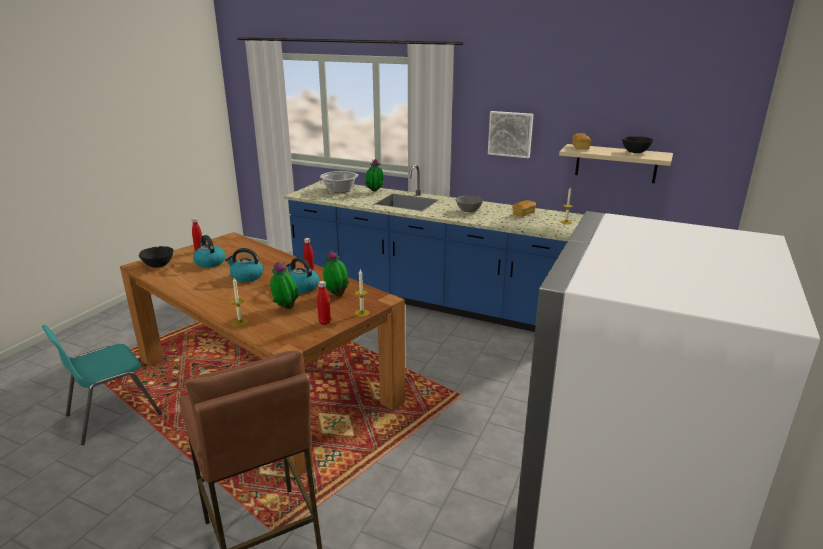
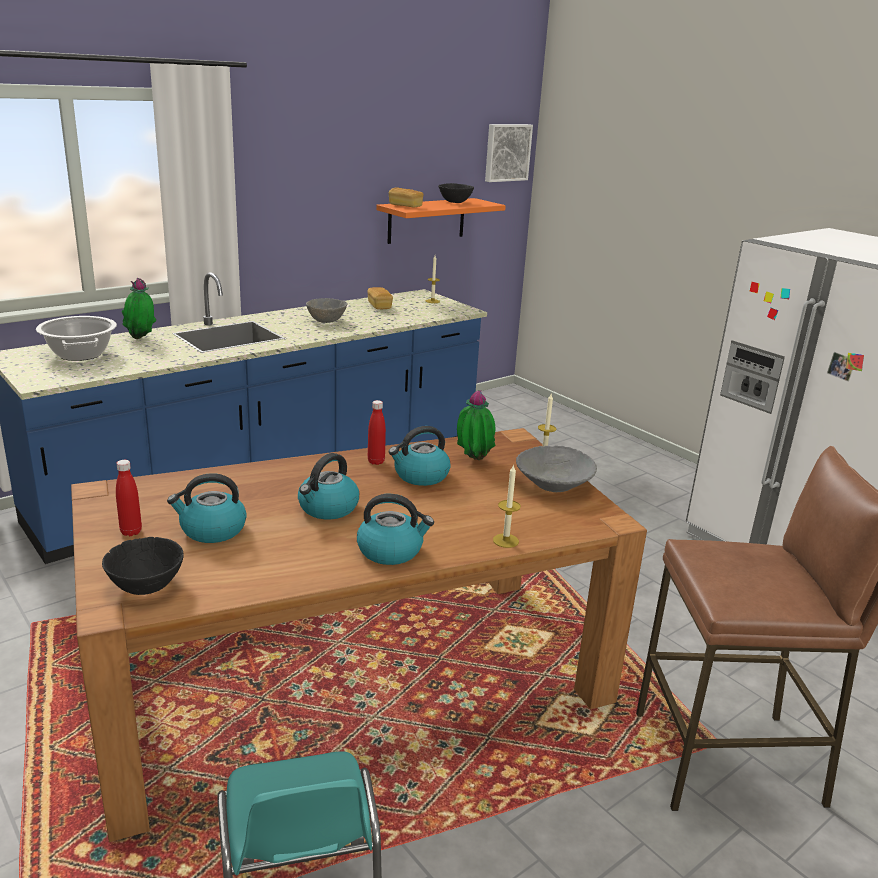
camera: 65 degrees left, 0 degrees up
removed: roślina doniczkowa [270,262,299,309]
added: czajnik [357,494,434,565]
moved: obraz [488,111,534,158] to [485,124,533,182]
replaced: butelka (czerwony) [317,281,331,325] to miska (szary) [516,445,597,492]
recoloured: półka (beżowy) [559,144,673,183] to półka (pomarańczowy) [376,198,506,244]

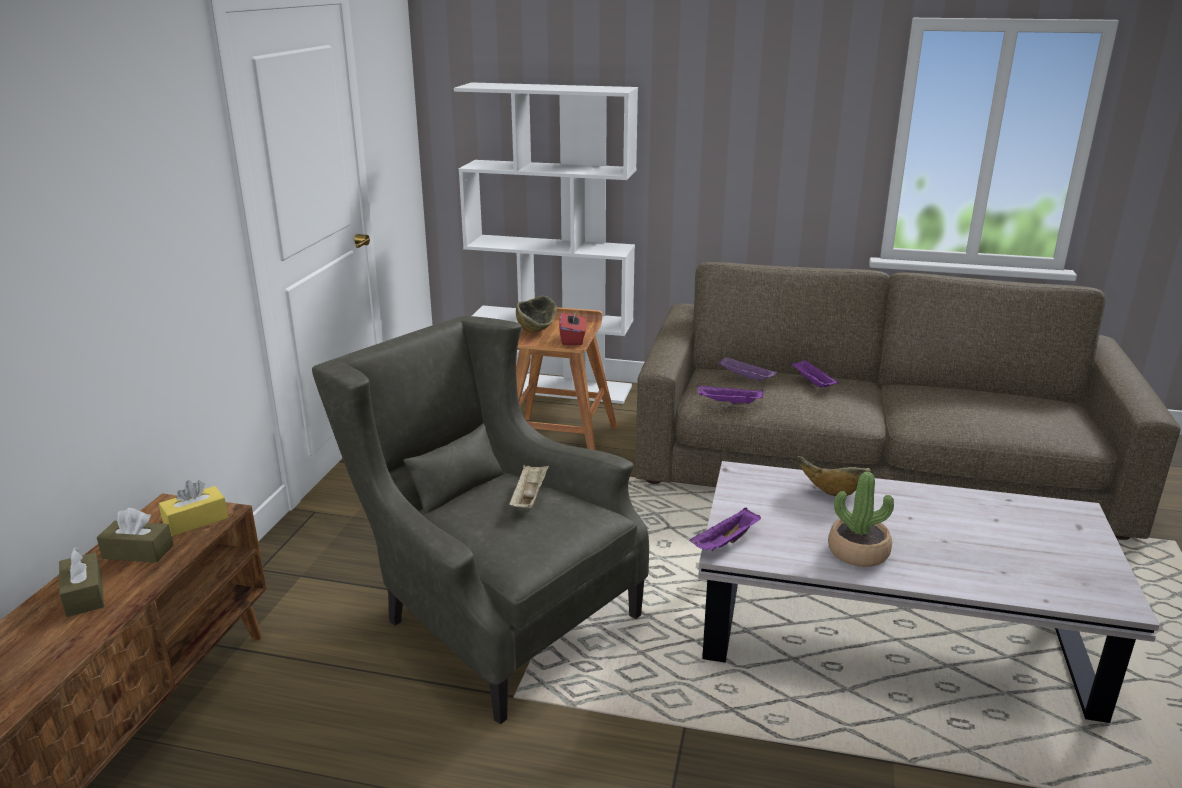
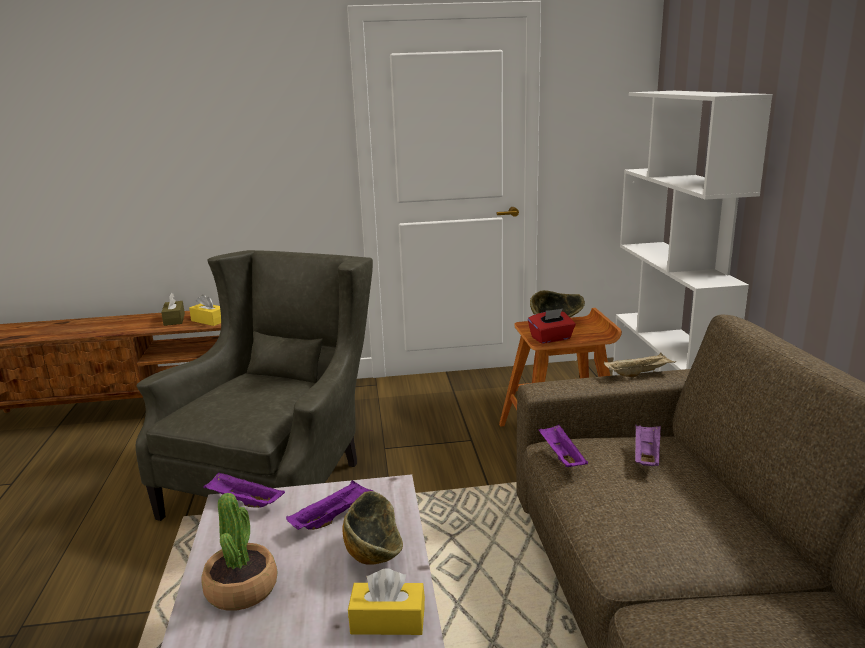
camera: 70 degrees right, 5 degrees down
removed: pudełko chusteczek (brązowy) [59,548,104,617]
added: pudełko chusteczek (żółty) [348,569,425,635]
moved: taca (beżowy) [509,465,549,508] to [604,353,676,377]; taca (fioletowy) [790,360,839,388] to [286,480,373,530]

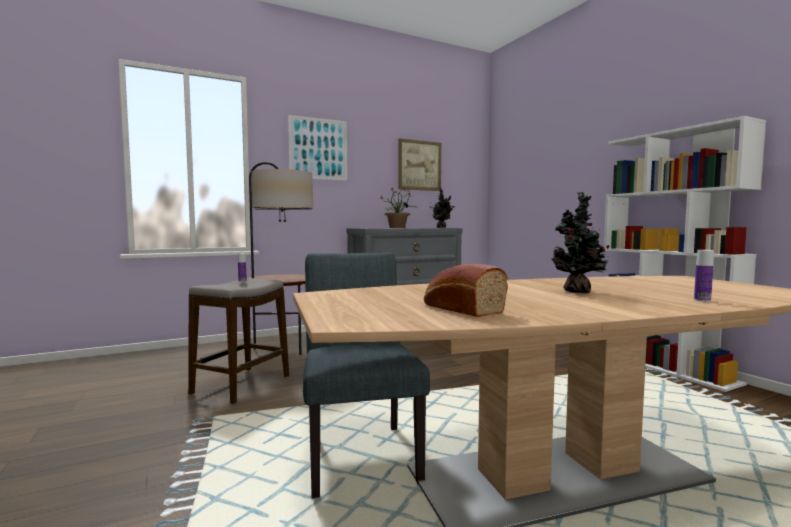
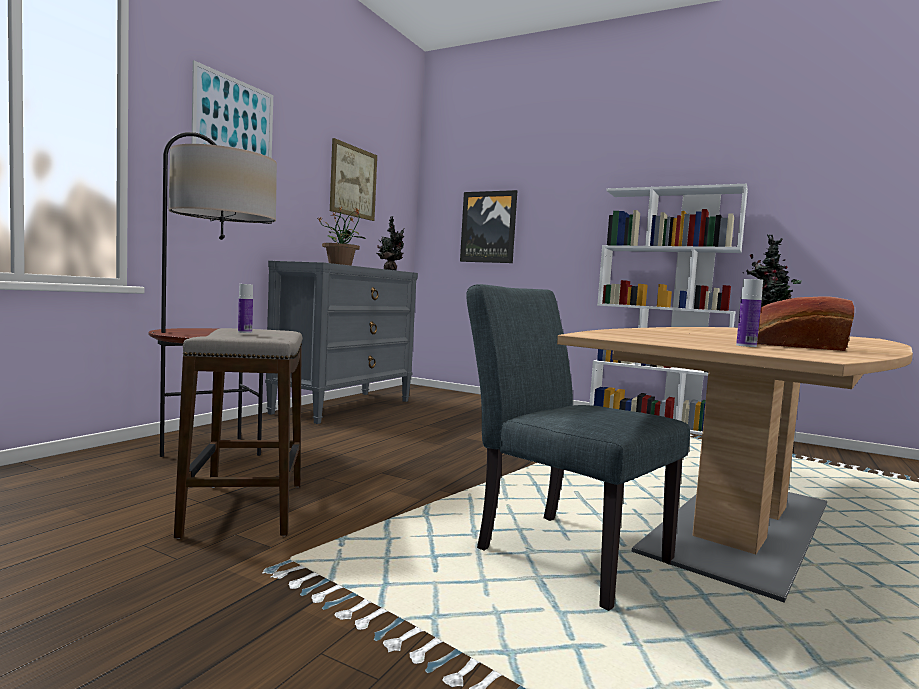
camera: 35 degrees left, 0 degrees up
added: obraz [460,190,517,263]
moved: butelka [694,250,714,302] to [736,279,763,347]

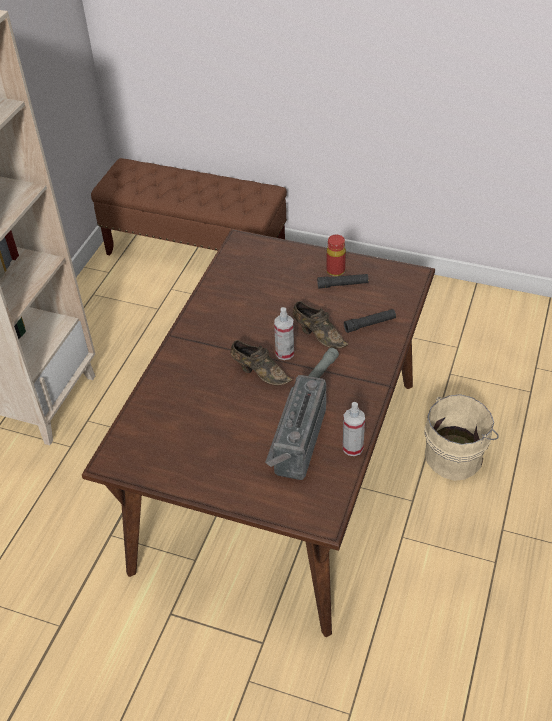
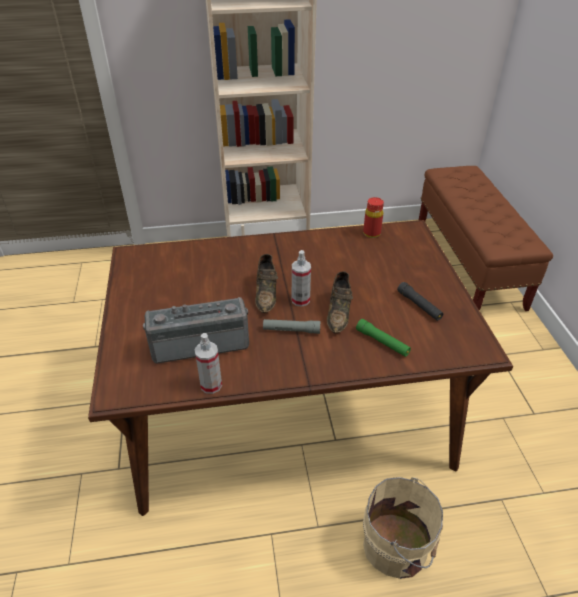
camera: 60 degrees right, 5 degrees down
moved: butelka (czerwony) [326,235,346,276] to [363,197,384,238]
recoloured: latarka (czarny) [344,309,396,333] to latarka (zielony) [356,319,411,357]

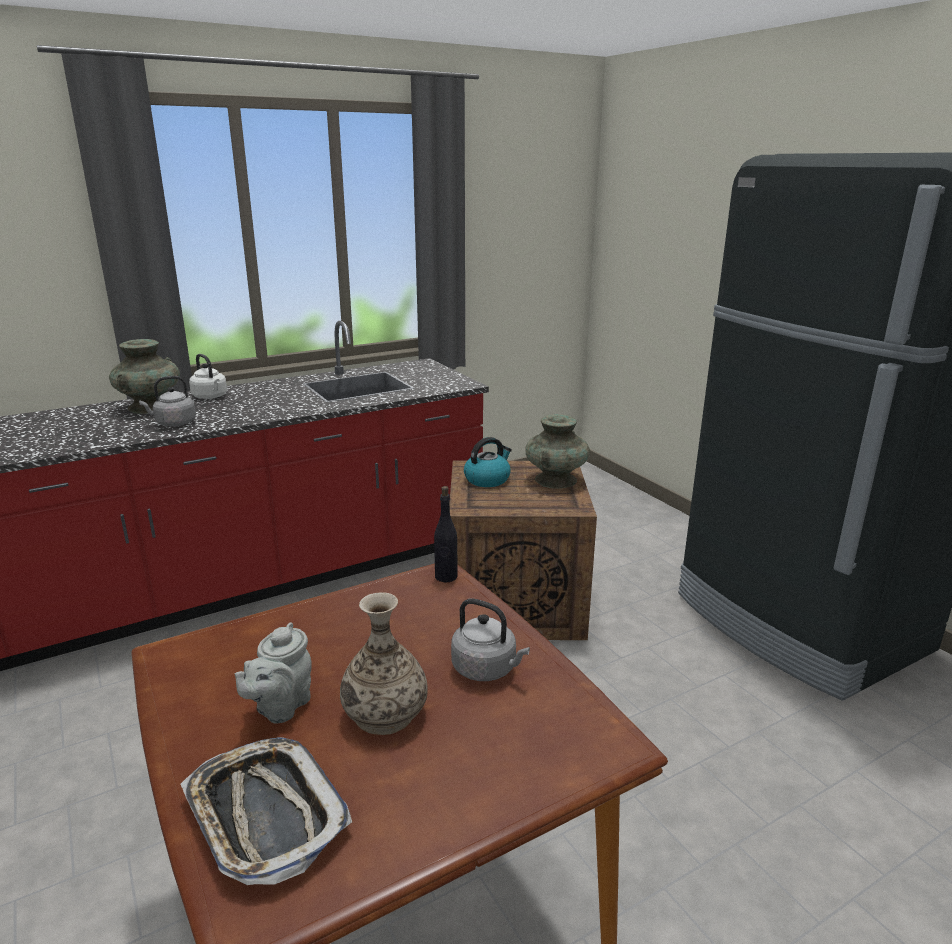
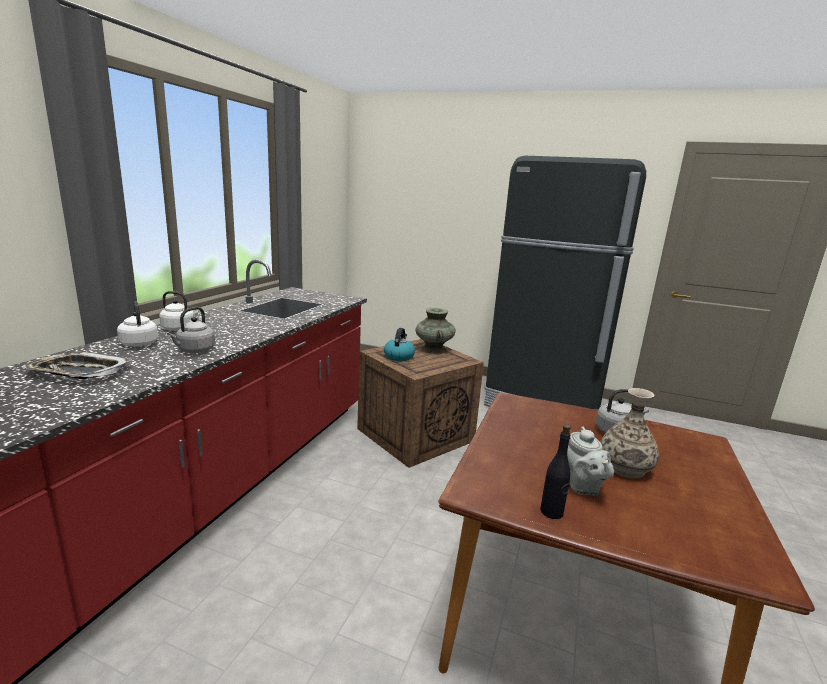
camera: 40 degrees left, 5 degrees down
moved: taca [180,737,352,885] to [22,351,131,379]; butelka (czarny) [434,486,458,582] to [540,424,571,519]
replaced: wazon (turkusowy) [109,339,180,414] to czajnik (biały) [117,301,158,347]

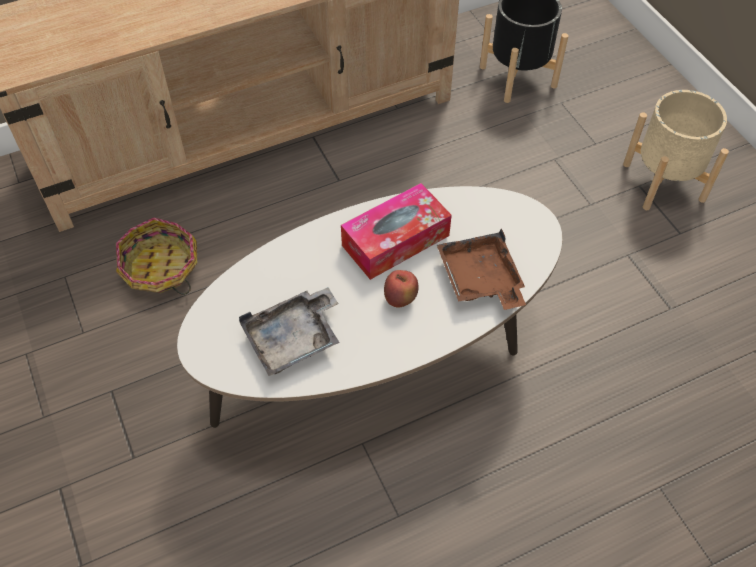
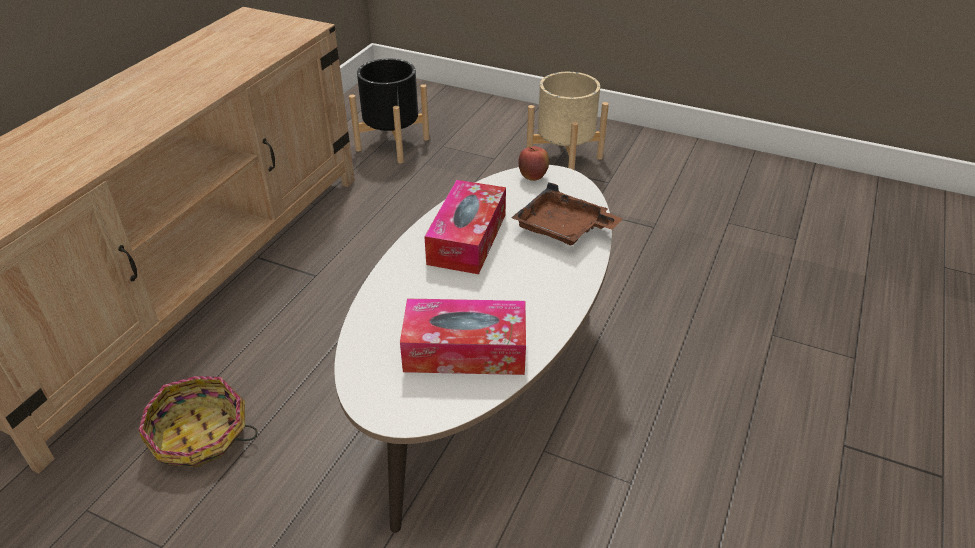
camera: 40 degrees left, 15 degrees down
moved: jabłko [384,270,419,307] to [519,146,549,181]
replaced: taca (szary) [239,287,339,376] to pudełko chusteczek [400,299,526,375]

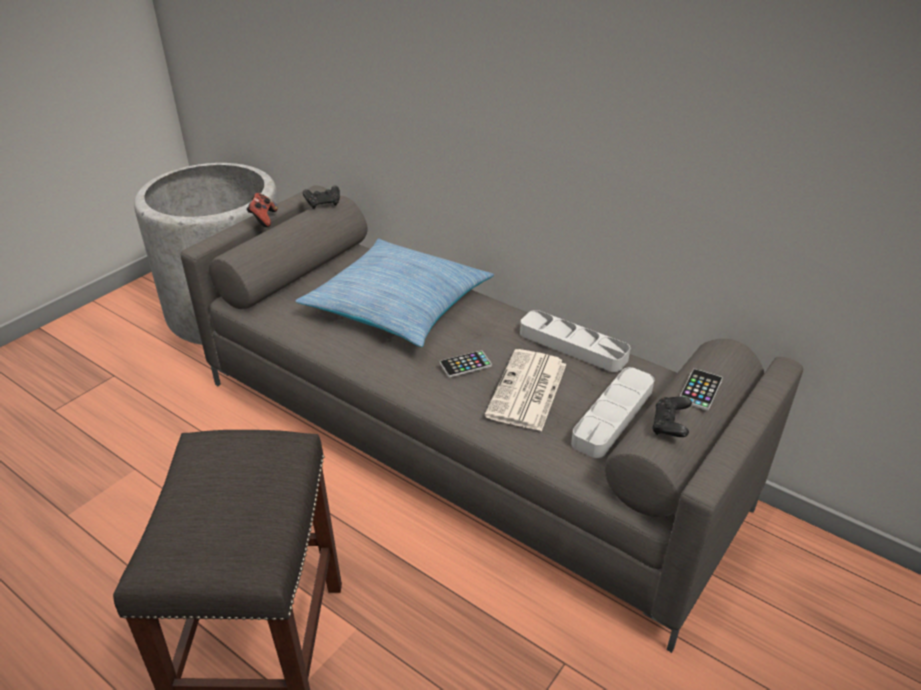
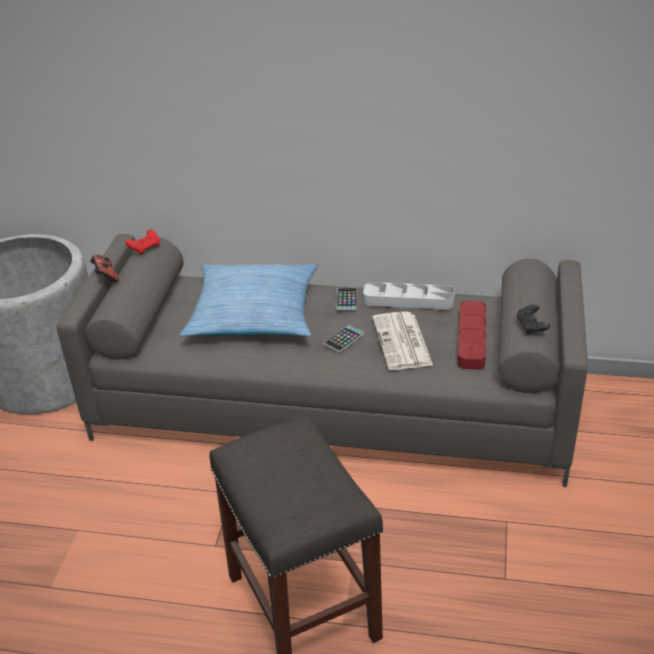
camera: 25 degrees left, 0 degrees up
moved: telefon [680,369,723,411] to [337,288,357,310]
recoloured: pad do gier (czarny) [303,186,340,209] to pad do gier (czerwony) [125,229,160,255]; taca (szary) [571,367,654,458] to taca (czerwony) [458,301,486,370]

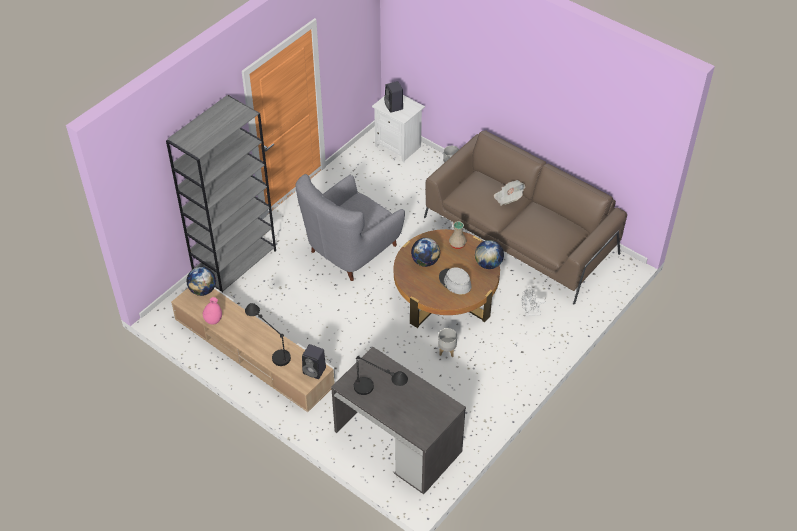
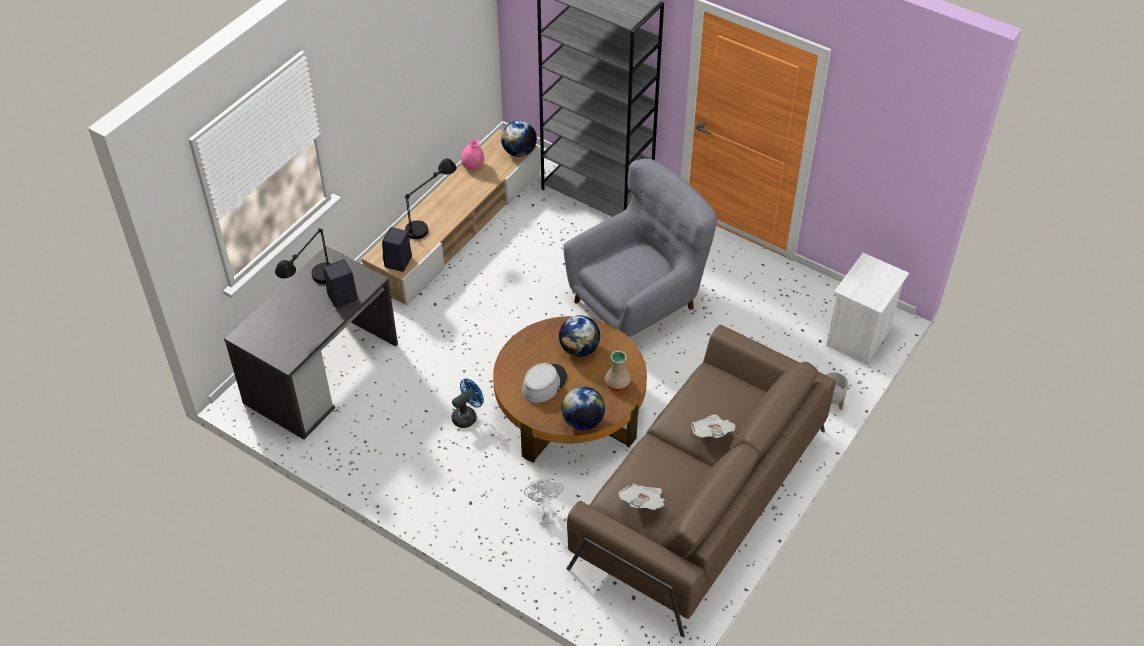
camera: 85 degrees right, 0 degrees up
added: gazeta [619,484,665,510]
moved: głośnik (czarny) [384,81,403,113] to [324,259,358,308]
replaced: donica (szary) [438,328,457,357] to wentylator (niebieski) [452,379,484,428]
turned: fotel (szary) [295,174,405,281] = [563,159,717,337] 105 degrees clockwise

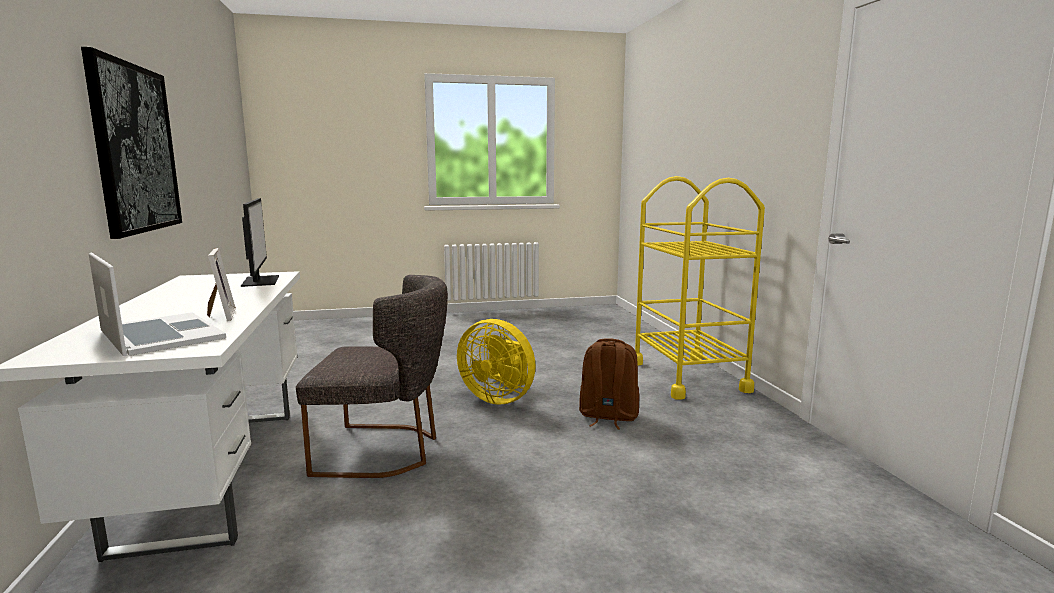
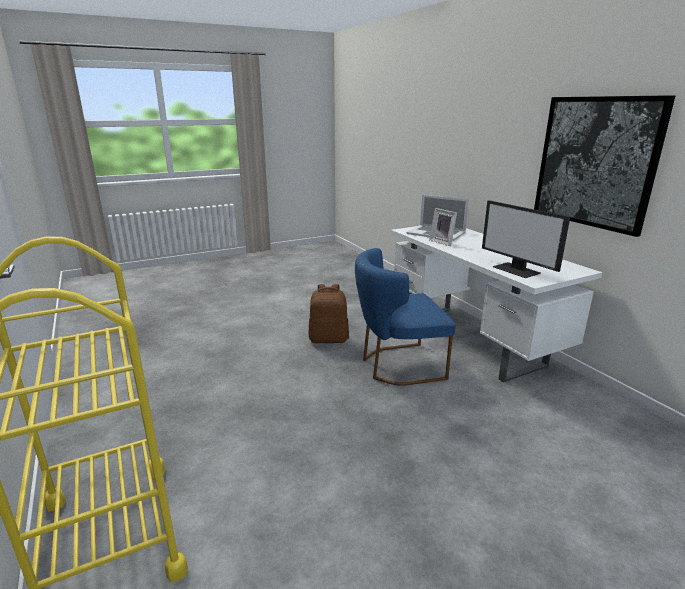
camera: 165 degrees right, 10 degrees up
removed: wentylator (żółty) [457,319,536,405]
moved: plecak (brązowy) [579,338,639,430] to [309,284,349,343]
recoloured: krzesło (szary) [296,275,448,478] to krzesło (niebieski) [355,248,456,386]

